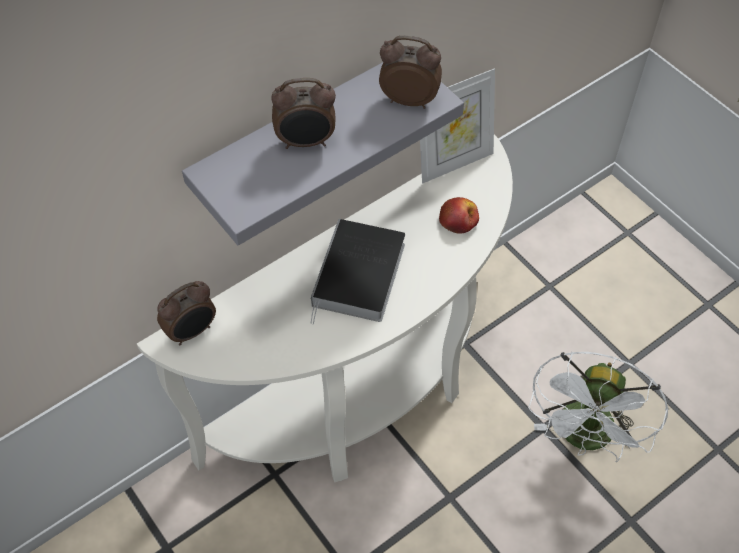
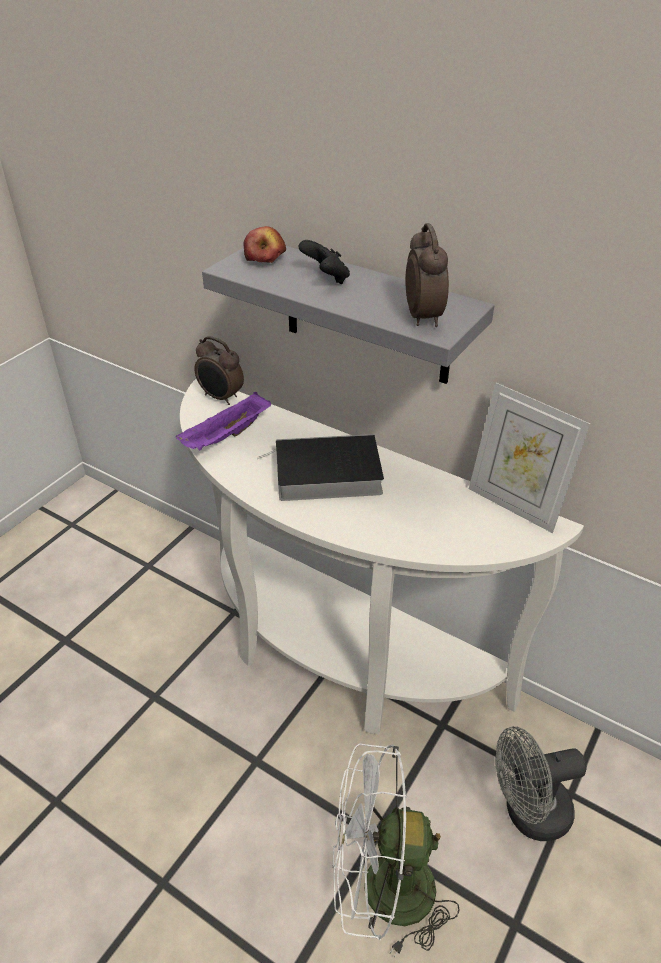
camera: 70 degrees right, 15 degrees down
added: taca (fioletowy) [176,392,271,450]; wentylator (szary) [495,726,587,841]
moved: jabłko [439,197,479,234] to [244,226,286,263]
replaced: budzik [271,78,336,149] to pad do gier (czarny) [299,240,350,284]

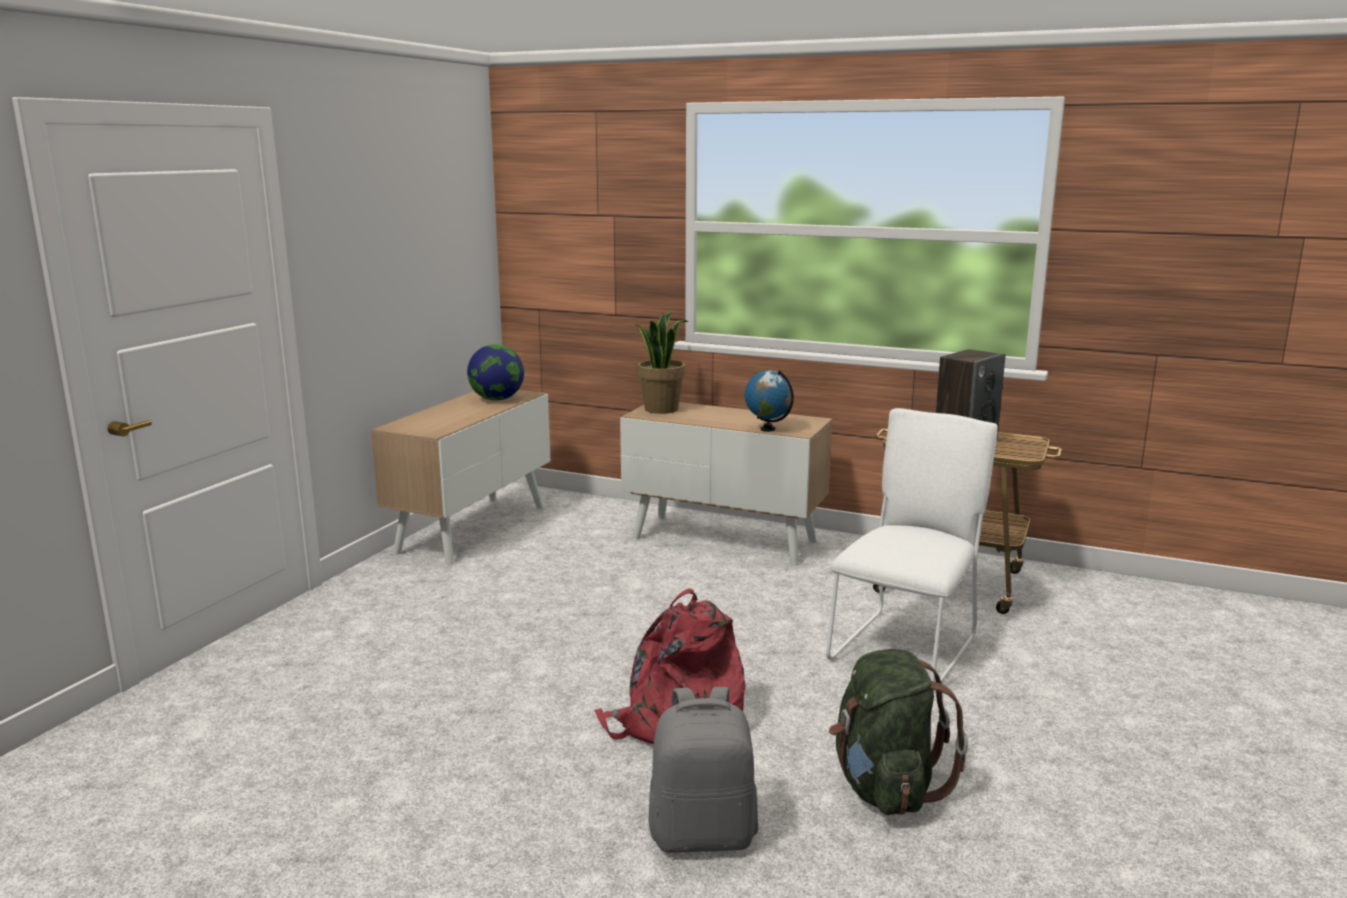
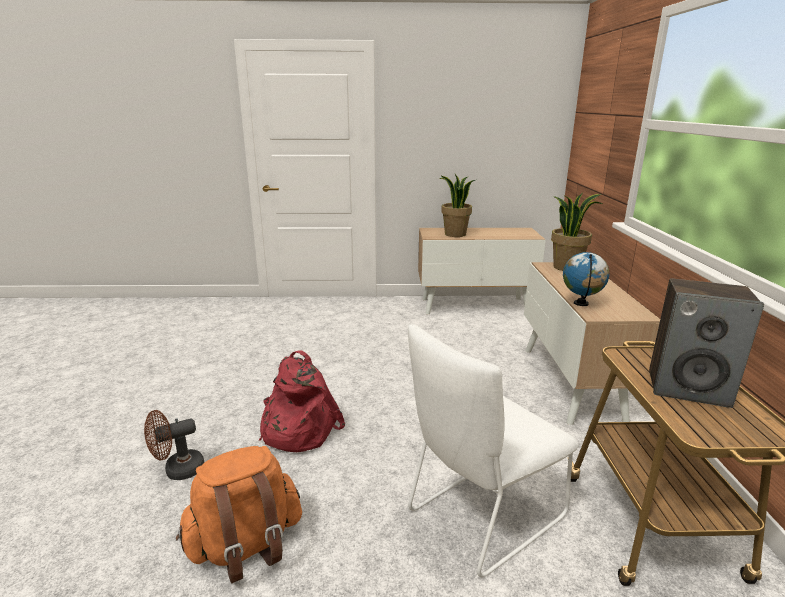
camera: 65 degrees right, 5 degrees up
removed: globus [467,344,524,401]
added: roślina doniczkowa [439,174,475,237]
replaced: plecak (szary) [648,687,759,853] to wentylator (brązowy) [144,410,204,480]
recoloured: plecak (zielony) [829,649,968,815] to plecak (pomarańczowy) [176,446,302,583]
turned: krzesło (biały) [826,408,998,683] = [408,324,579,577] 135 degrees clockwise

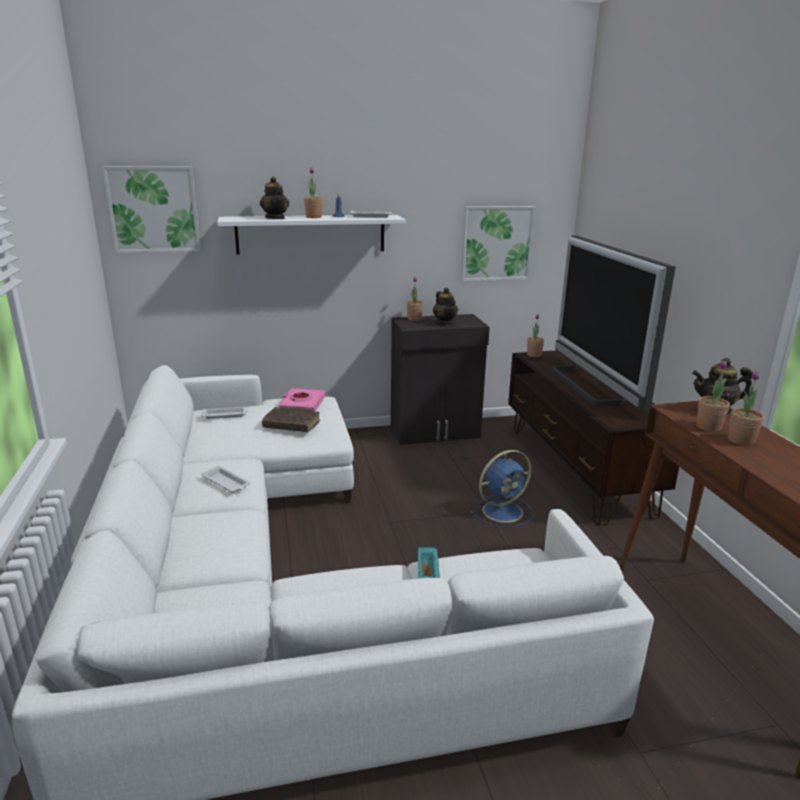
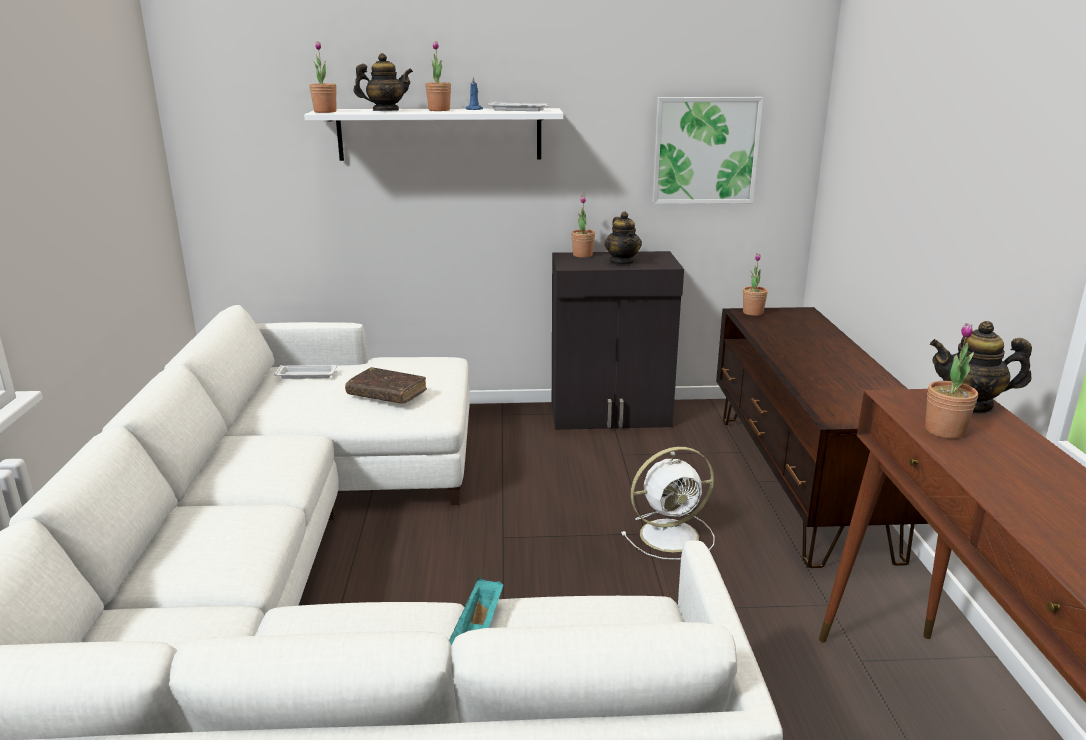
camera: 10 degrees right, 0 degrees up
removed: obraz [103,166,201,253]; taca (biały) [201,466,250,493]; książka (różowy) [278,388,326,411]; telewizor [552,236,676,411]
moved: roślina doniczkowa [728,371,764,446] to [309,41,336,113]
recoloured: wentylator (niebieski) [471,450,534,528] to wentylator (biały) [621,447,714,560]
turned: imbryk [260,176,289,219] = [354,53,413,111] 90 degrees counterclockwise

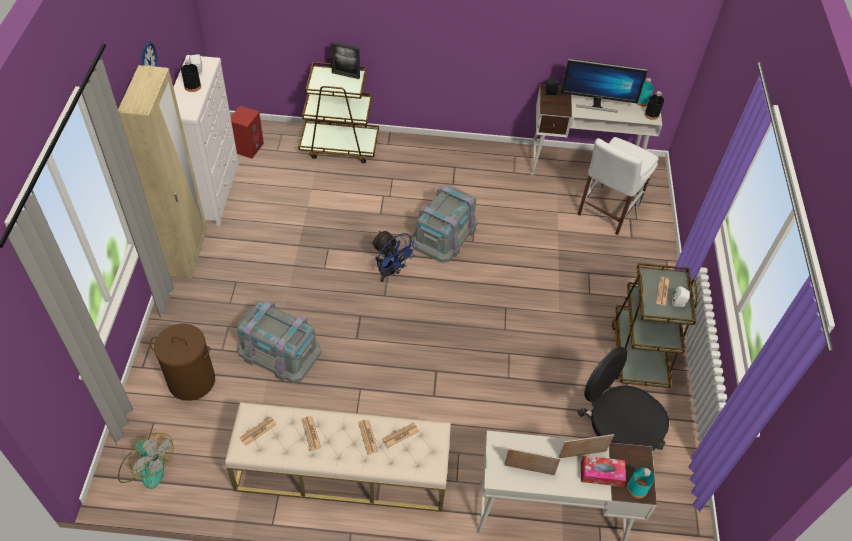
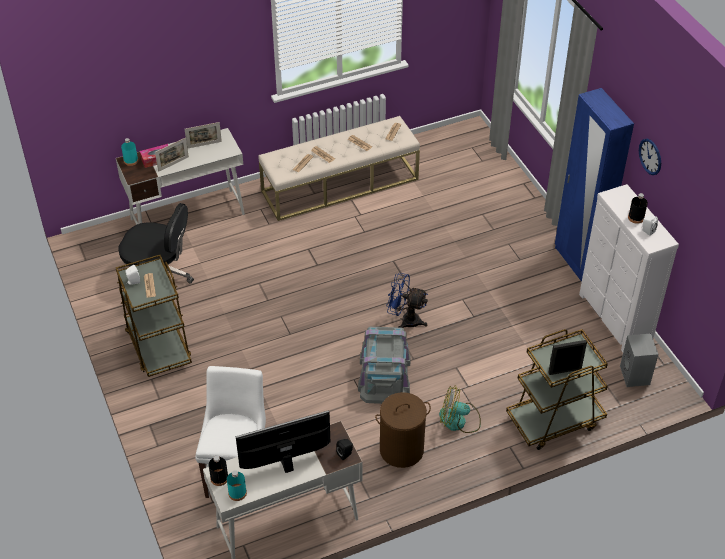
camera: 155 degrees right, 5 degrees down
removed: pojemnik do przechowywania (szary) [237,300,321,383]
moved: wentylator [118,433,174,489] to [439,385,481,433]; kosz na pranie (brązowy) [150,323,215,401] to [375,392,431,468]
recoloured: szafa (beżowy) [118,65,207,278] to szafa (niebieski) [555,88,634,282]; głośnik (czerwony) [231,106,264,159] to głośnik (szary) [620,333,659,387]

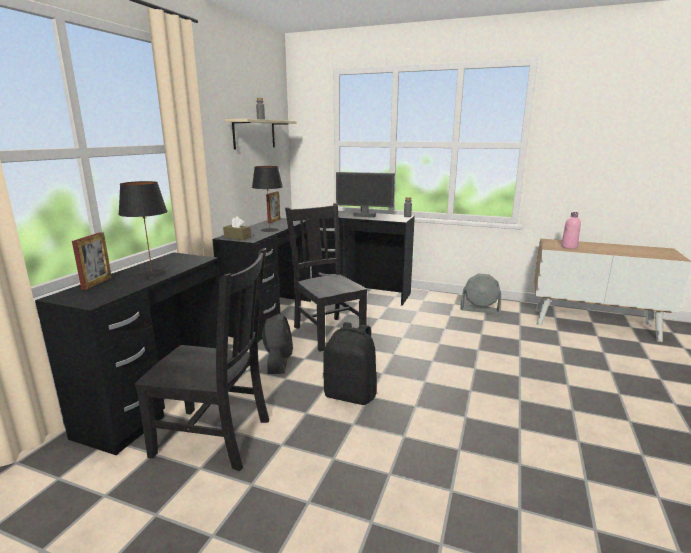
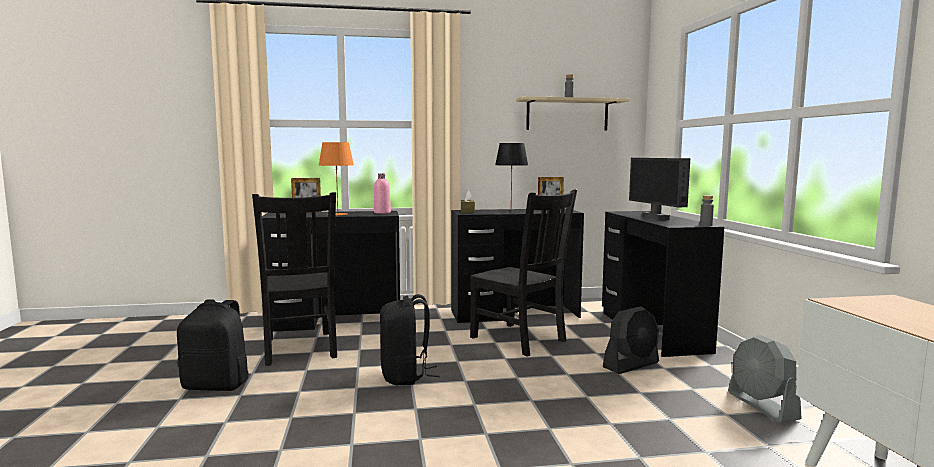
camera: 60 degrees right, 10 degrees down
added: plecak (czarny) [177,299,249,391]
moved: wentylator (czarny) [262,314,293,374] to [603,306,659,374]; butelka (różowy) [561,212,581,249] to [374,173,391,214]
recoloured: lampa stołowa (czarny) [118,181,167,278] to lampa stołowa (pomarańczowy) [319,142,354,215]
turned: krzesło (czarny) [285,203,368,352] = [470,189,577,357] 105 degrees clockwise

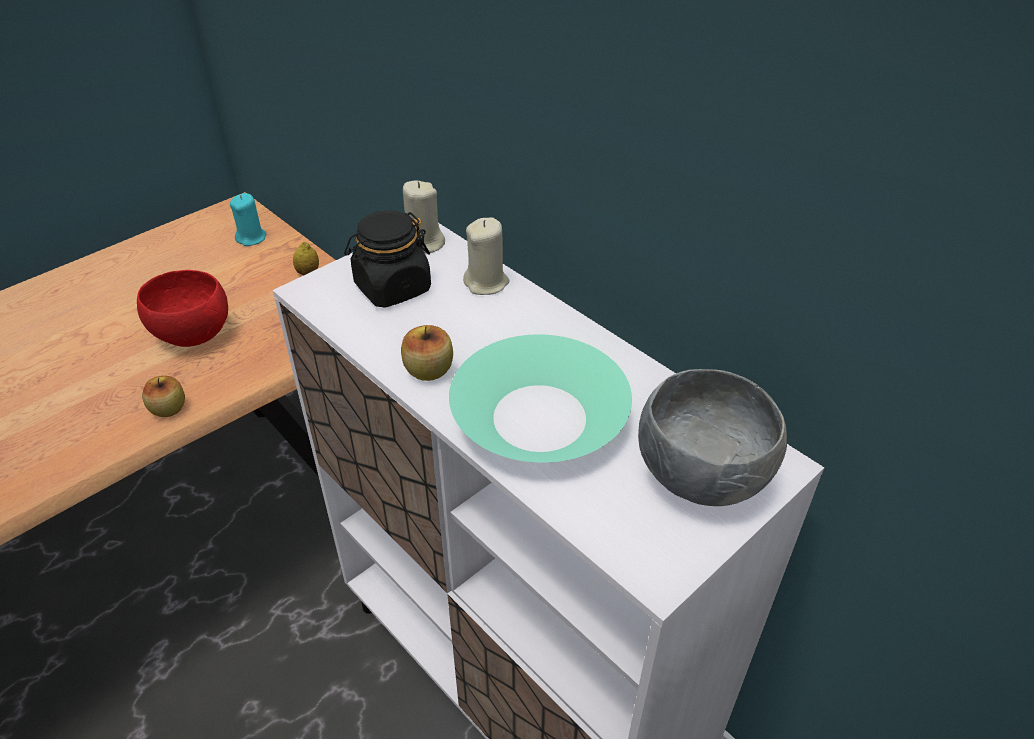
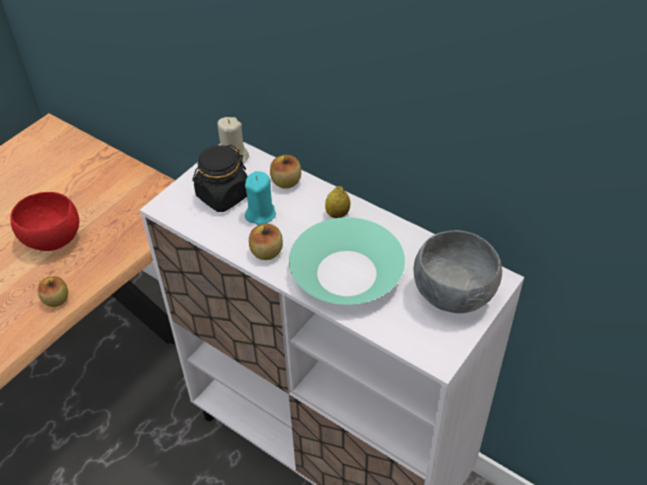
camera: 10 degrees left, 5 degrees up
moved: świeca (turkusowy) [230,193,267,246] to [245,171,276,225]; cytryna [293,242,319,275] to [325,186,350,218]
replaced: świeca (beżowy) [463,217,509,295] to jabłko [270,155,301,189]

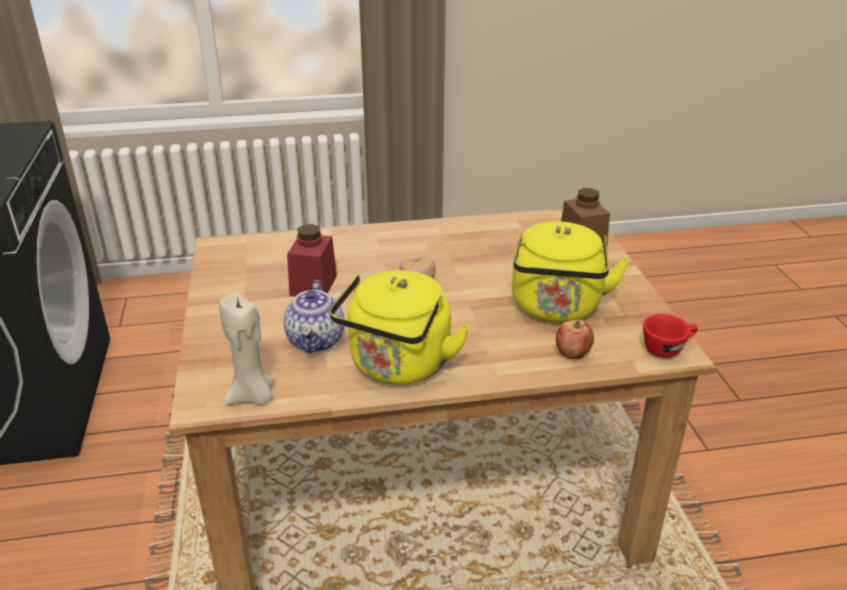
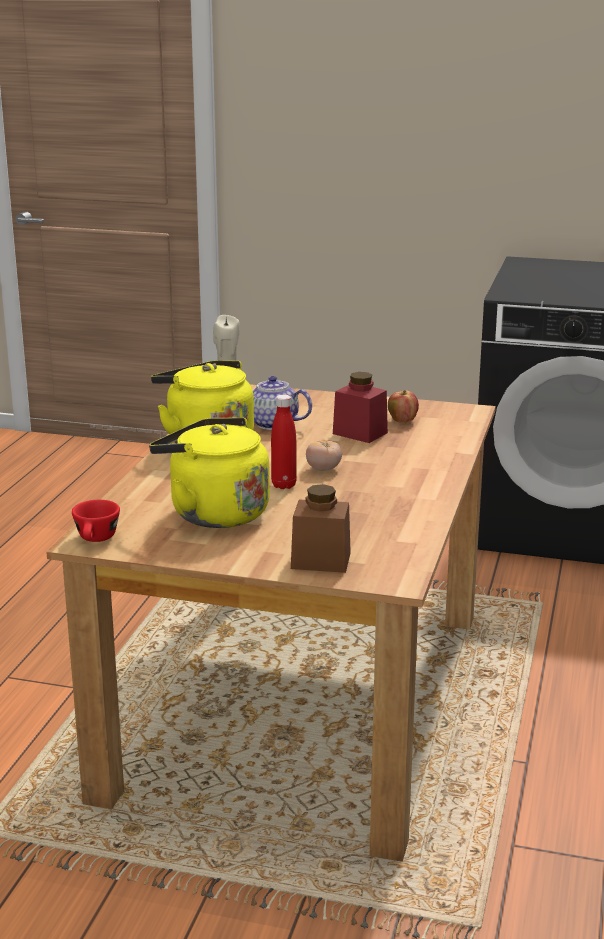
camera: 115 degrees right, 10 degrees down
added: butelka (czerwony) [271,395,297,489]
moved: jabłko [556,319,594,359] to [388,390,419,423]

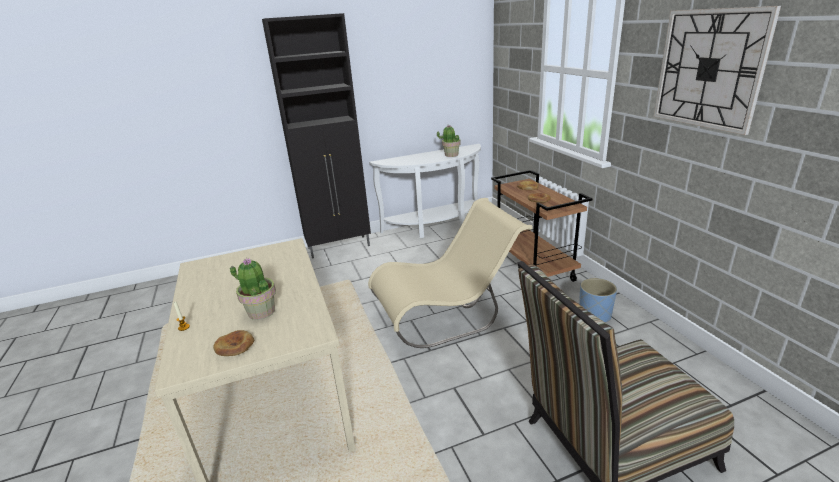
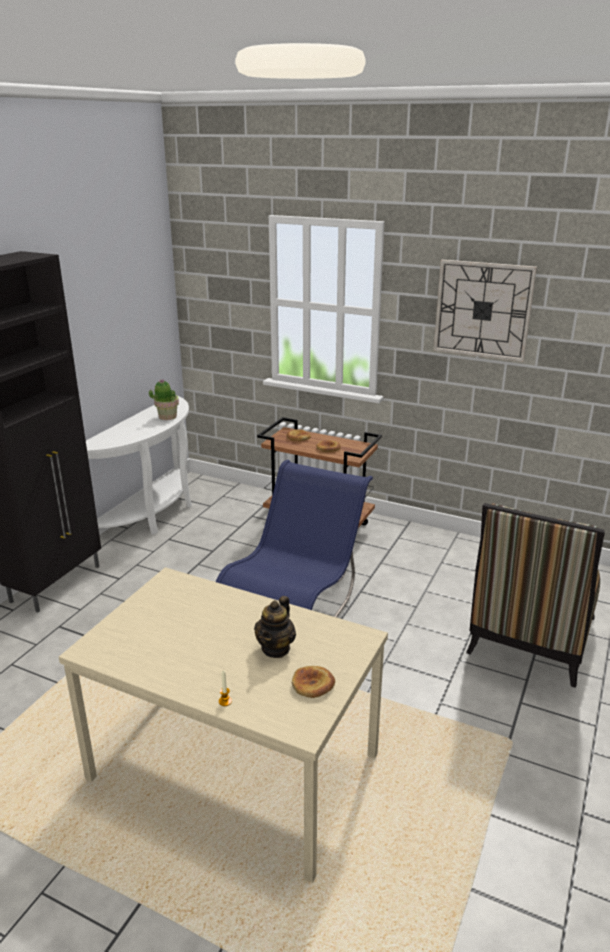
camera: 45 degrees left, 0 degrees up
removed: donica (niebieski) [579,278,617,323]
replaced: roślina doniczkowa [230,258,276,320] to imbryk [254,596,296,658]
recoloured: krzesło (beżowy) [368,198,533,348] to krzesło (niebieski) [216,460,373,618]

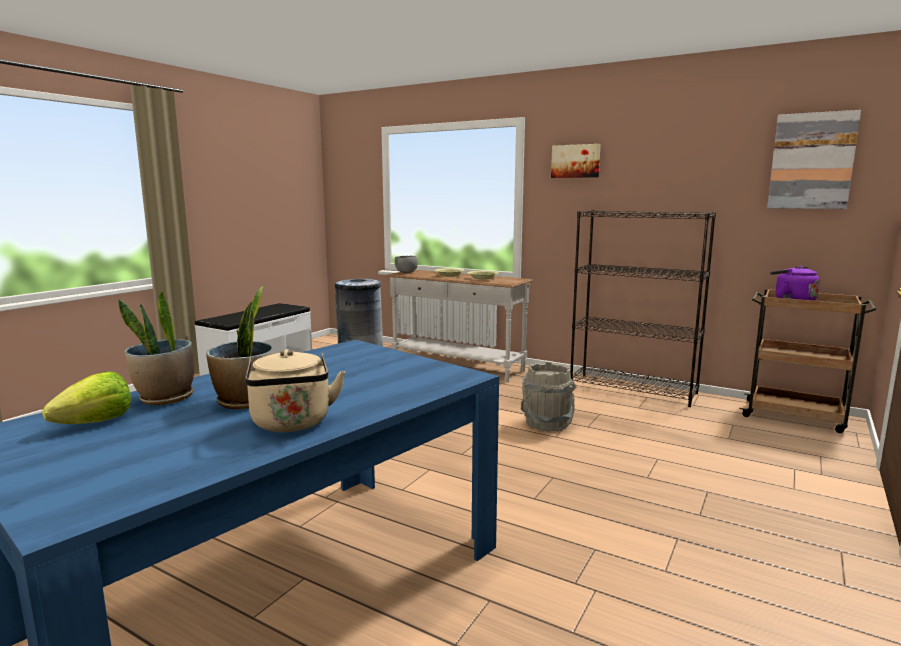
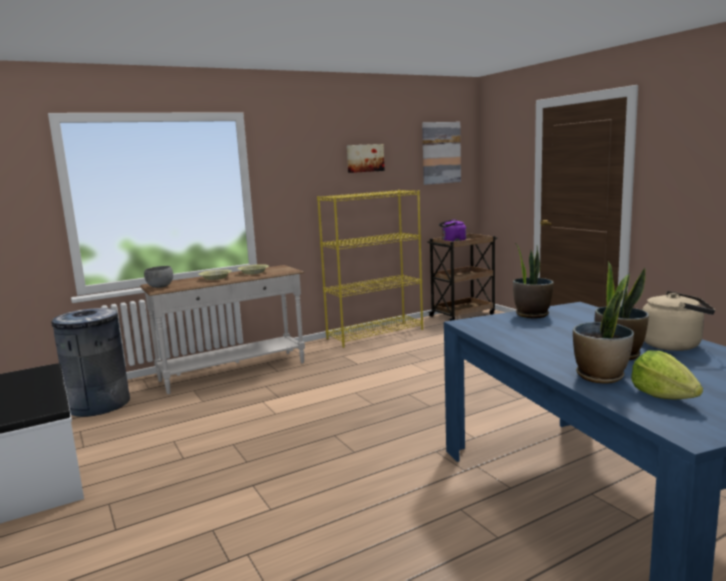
camera: 60 degrees left, 0 degrees up
removed: wiadro (szary) [521,362,577,432]
added: roślina doniczkowa [513,243,554,319]
moved: obraz [551,144,601,178] to [347,144,385,173]
recoloured: regał (czarny) [570,210,716,407] to regał (żółty) [317,190,423,348]

